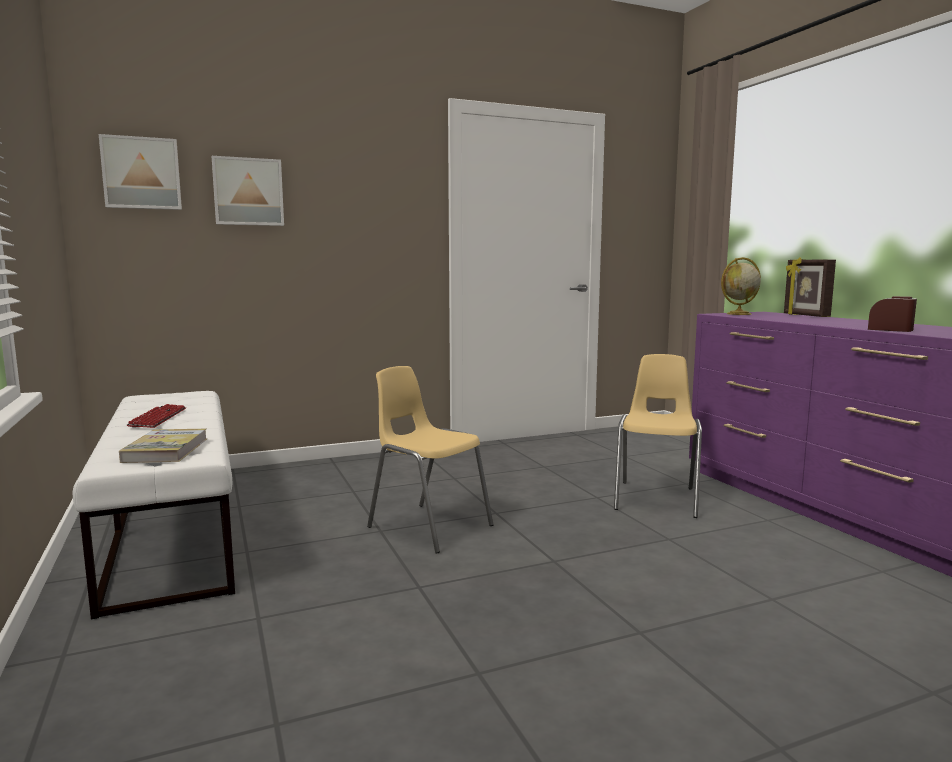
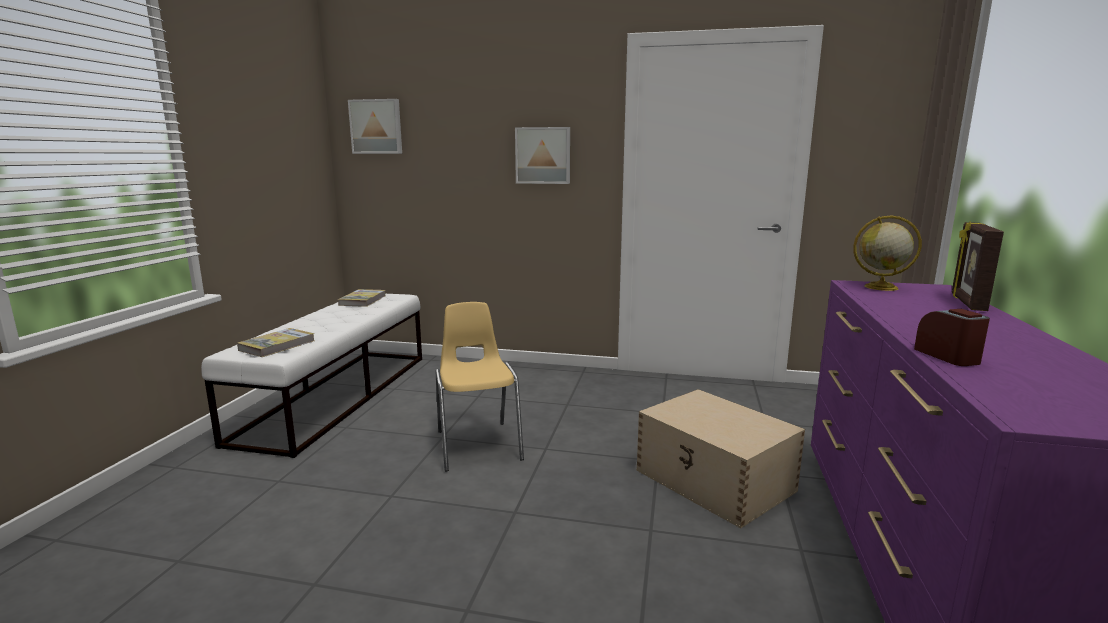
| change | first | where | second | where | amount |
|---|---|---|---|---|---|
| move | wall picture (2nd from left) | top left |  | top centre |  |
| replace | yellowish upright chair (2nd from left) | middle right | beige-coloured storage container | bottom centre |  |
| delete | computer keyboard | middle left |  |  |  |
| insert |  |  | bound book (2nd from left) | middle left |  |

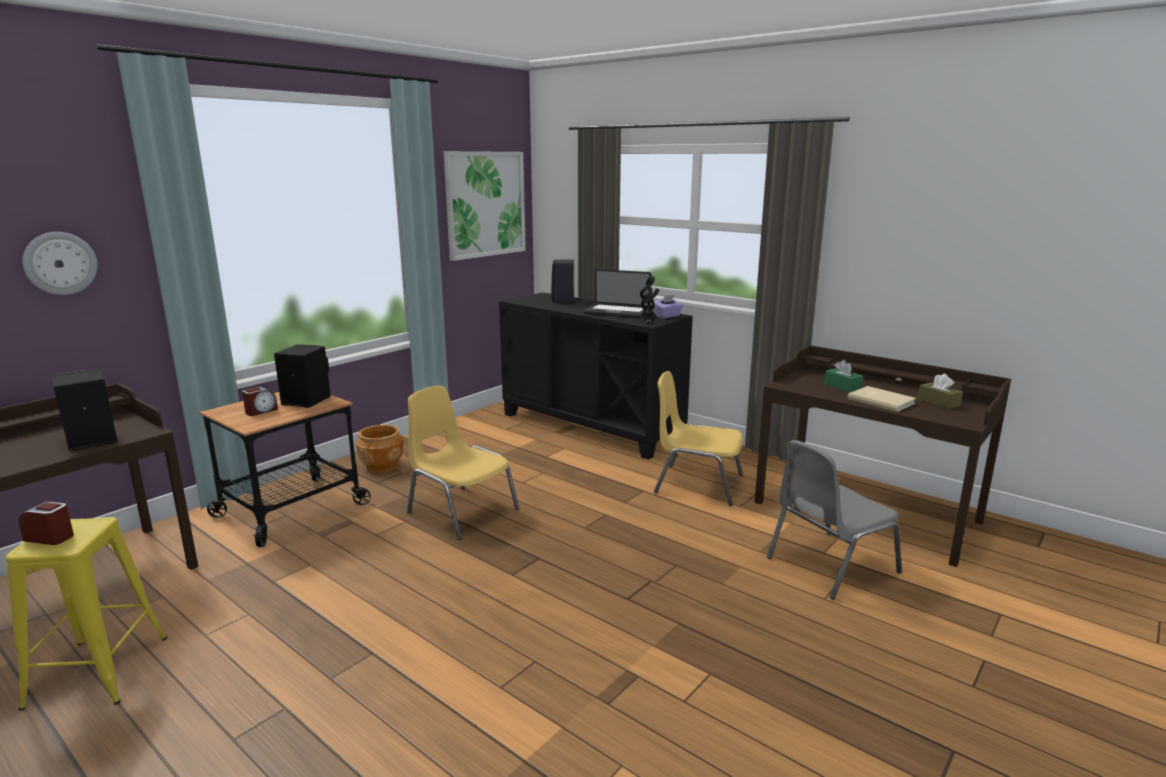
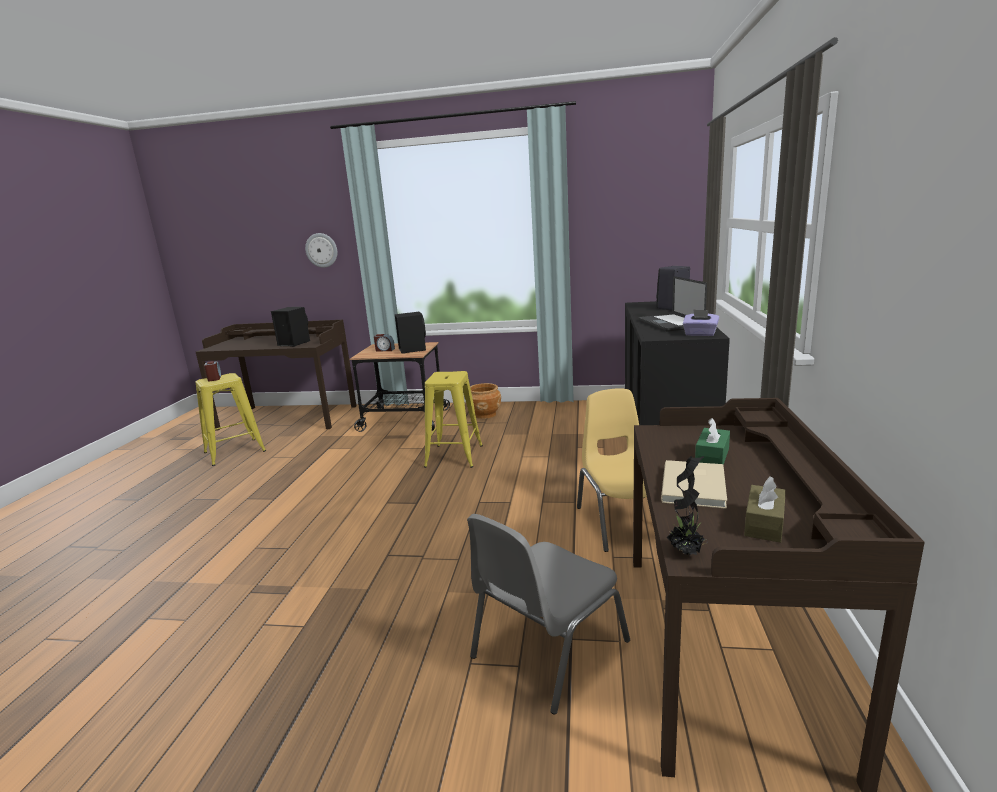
| change | first | where | second | where | amount |
|---|---|---|---|---|---|
| delete | wall picture | top centre |  |  |  |
| move | plant in a pot | centre |  | middle right |  |
| replace | yellowish upright chair (1st from left) | centre | yellowish sitting stool (2nd from left) | centre |  |
| rotate | gray upright chair | bottom right |  | bottom centre | 75 degrees counterclockwise |

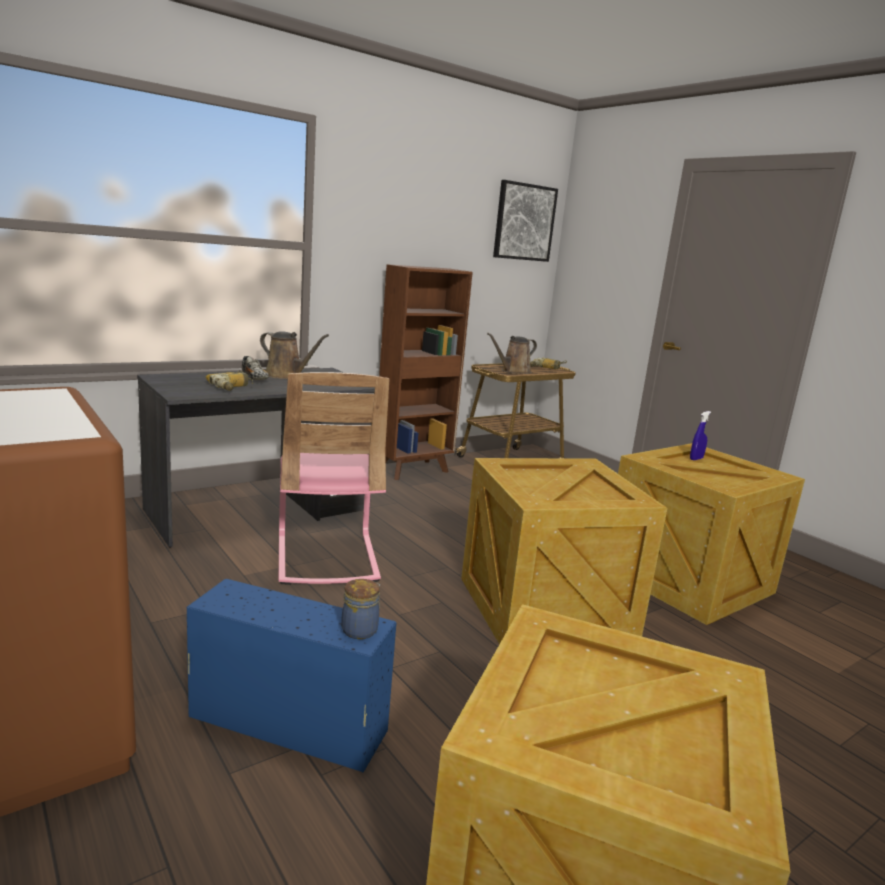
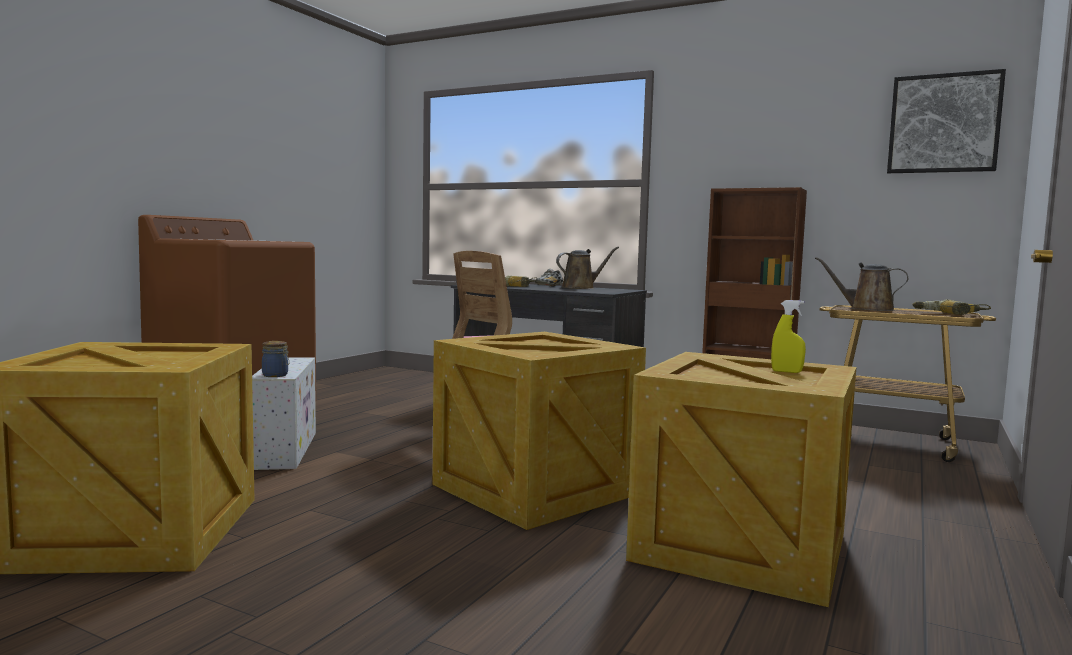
| change | first | where | second | where | amount |
|---|---|---|---|---|---|
| rotate | brownish sprinkling can (1st from left) | middle left |  | centre | 120 degrees counterclockwise |
| recolor | blue sprayer | middle right | yellowish sprayer | middle right |  |
| recolor | blue storage container | bottom left | white storage container | middle left |  |

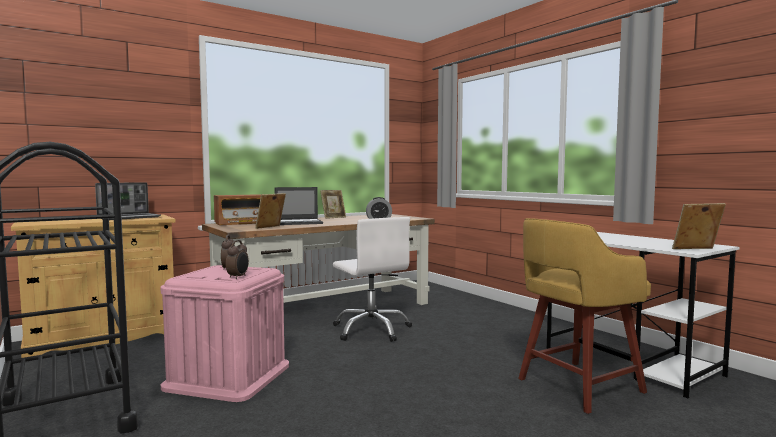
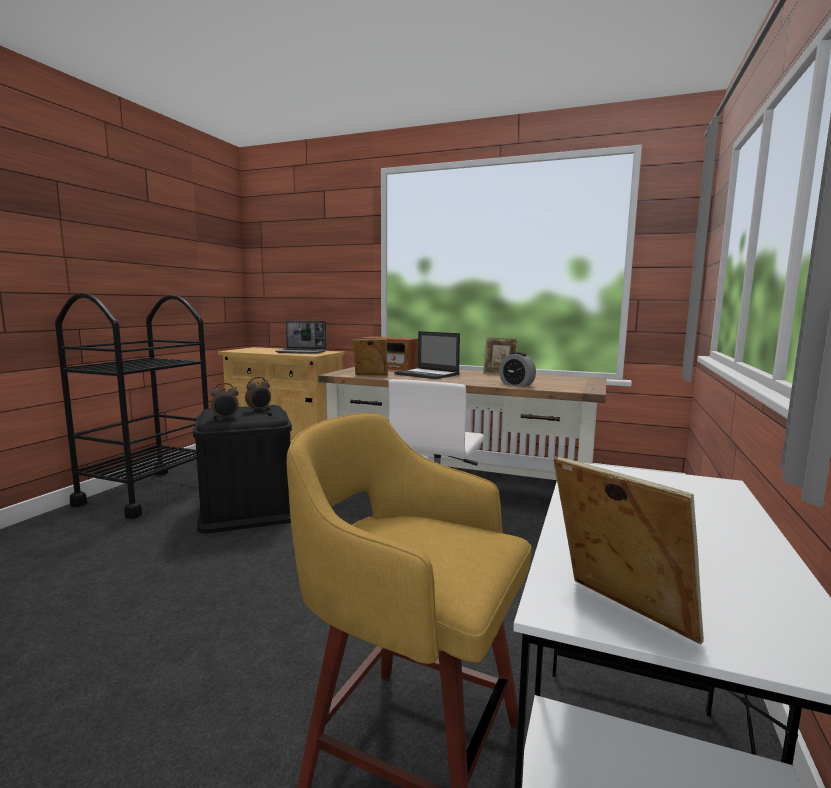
| change | first | where | second | where | amount |
|---|---|---|---|---|---|
| recolor | pink storage container | bottom left | black storage container | middle left |  |

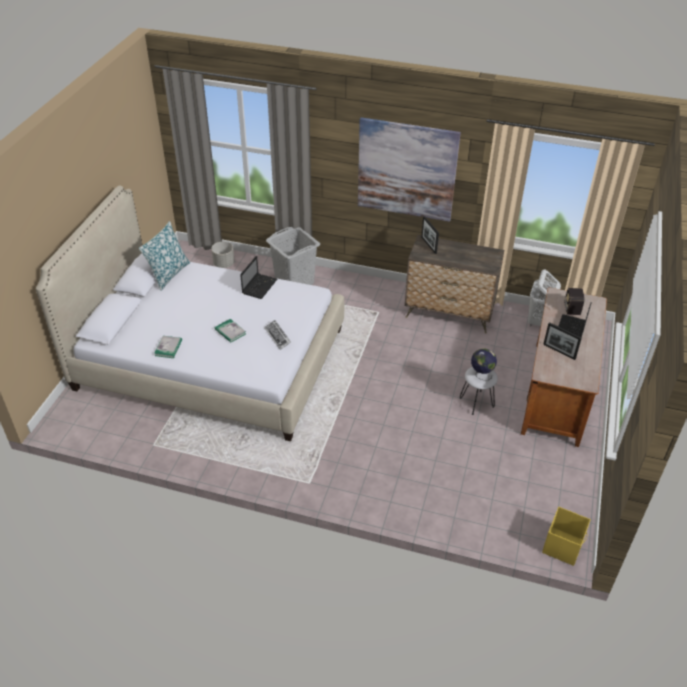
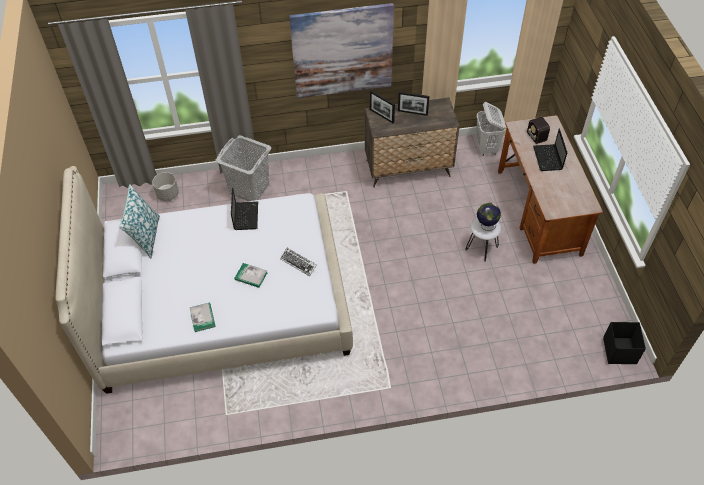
| change | first | where | second | where | amount |
|---|---|---|---|---|---|
| move | standing frame (2nd from left) | middle right |  | top centre |  |
| recolor | yellowish storage container | bottom right | black storage container | bottom right |  |

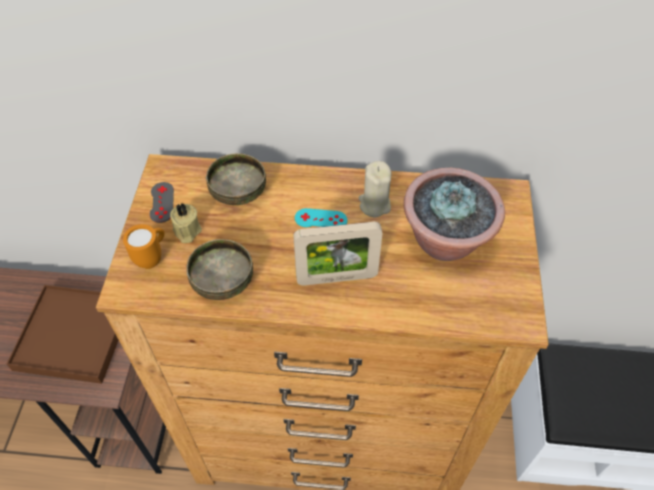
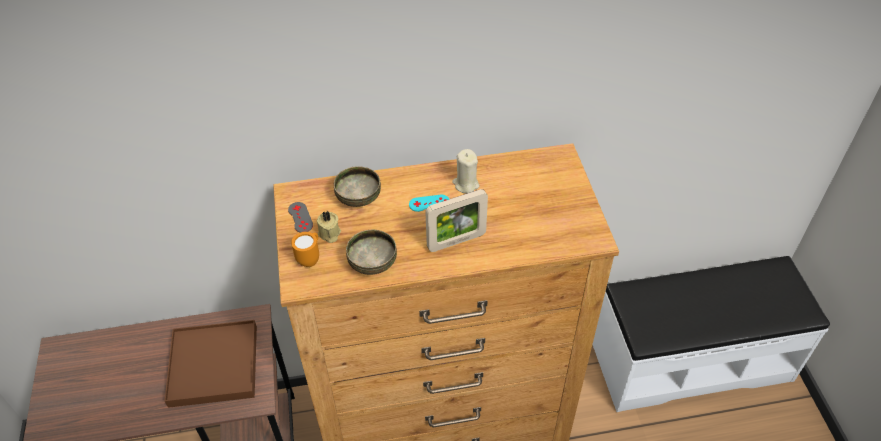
| change | first | where | second | where | amount |
|---|---|---|---|---|---|
| delete | plant in a pot | middle right |  |  |  |

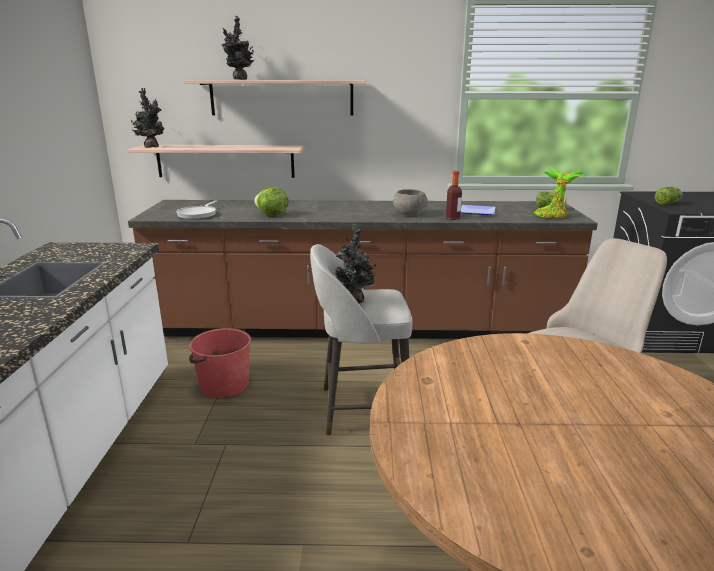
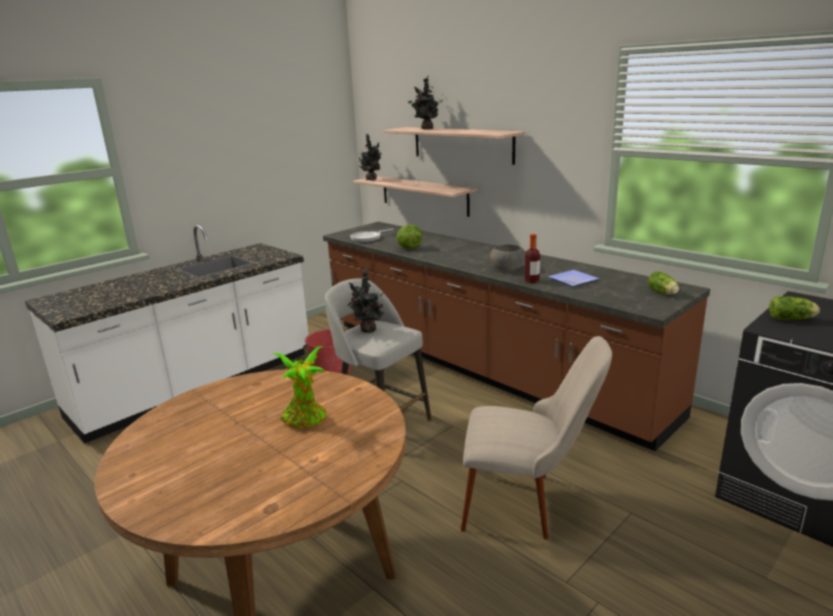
| change | first | where | second | where | amount |
|---|---|---|---|---|---|
| move | plant in a pot (4th from left in the first image) | middle right | plant in a pot (1st from left) | centre |  |

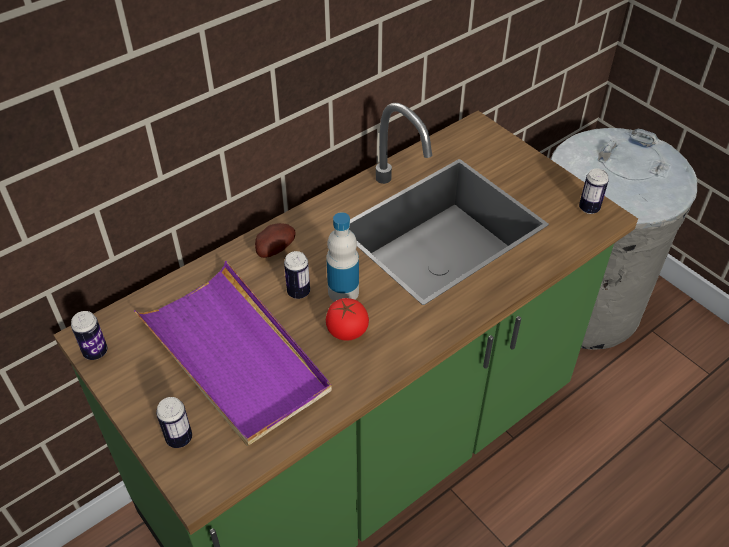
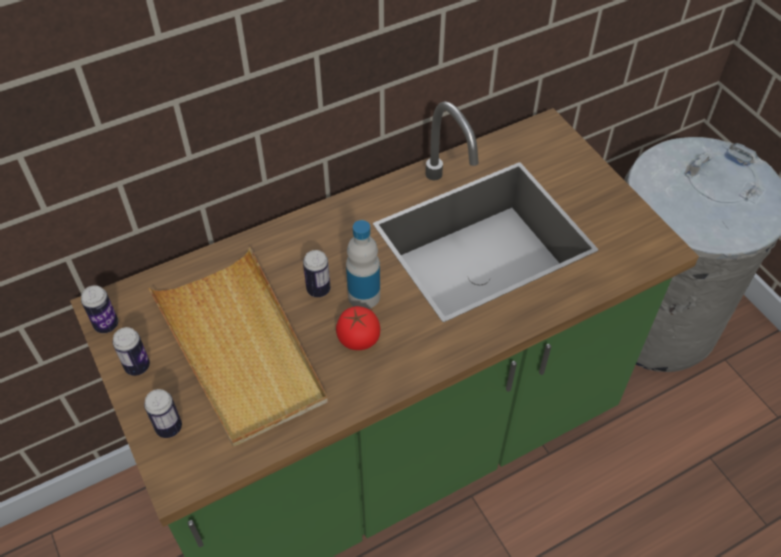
| change | first | where | second | where | amount |
|---|---|---|---|---|---|
| move | sealed can (4th from left in the first image) | middle right | sealed can (2nd from left) | middle left |  |
| delete | spud | centre |  |  |  |
| recolor | purplish carrying tray | middle left | beige-coloured carrying tray | middle left |  |

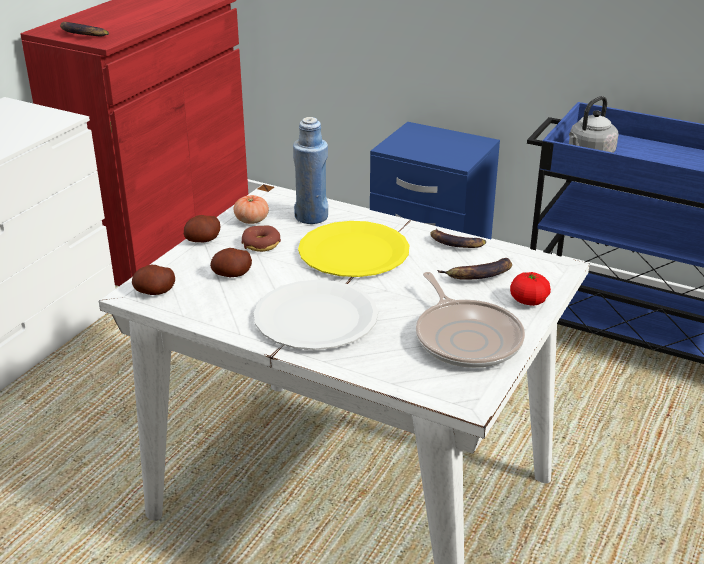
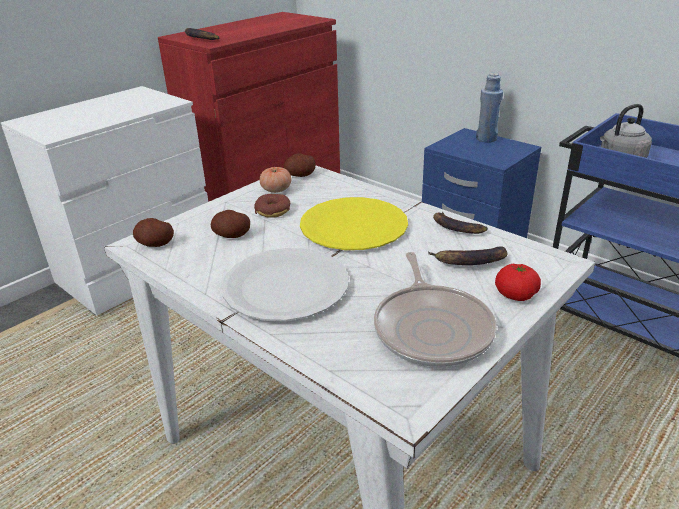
| change | first | where | second | where | amount |
|---|---|---|---|---|---|
| move | blue beverage bottle | top centre |  | top right |  |
| move | spud (2nd from left in the first image) | middle left | spud (3rd from left) | top centre |  |

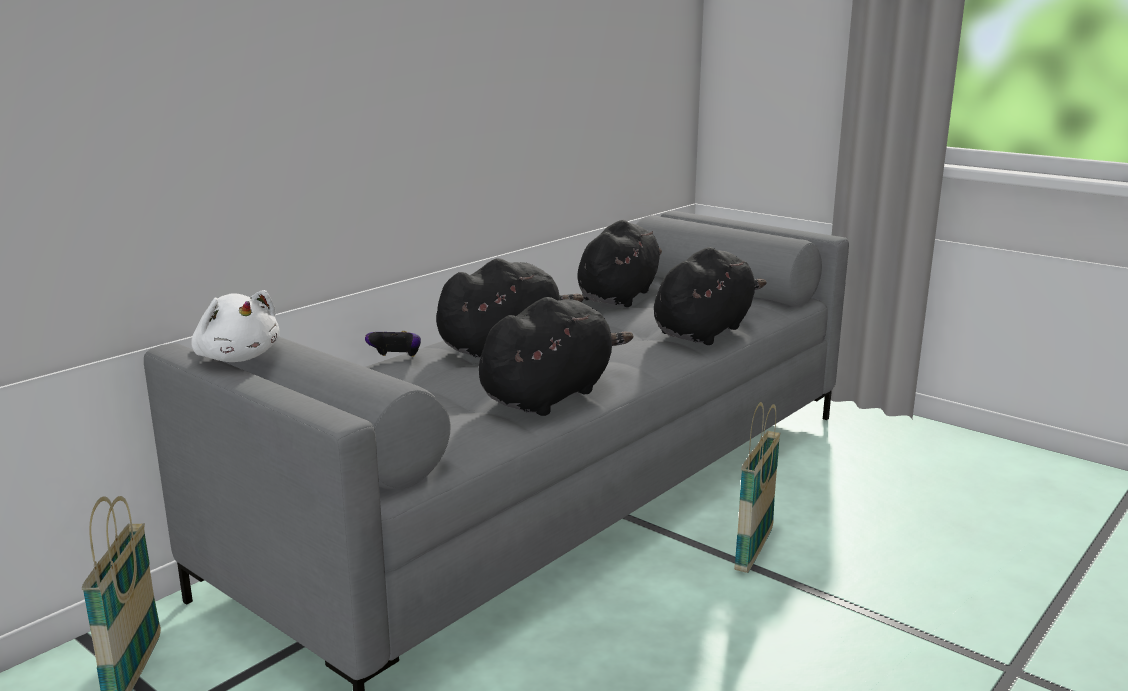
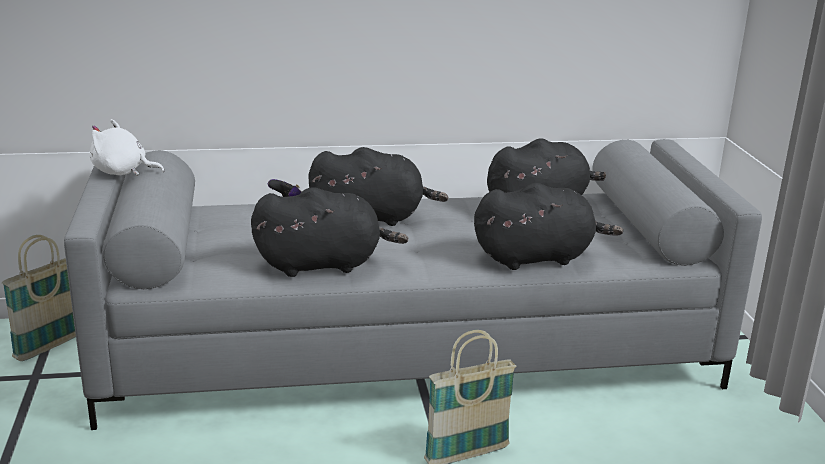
| change | first | where | second | where | amount |
|---|---|---|---|---|---|
| rotate | white soft toy | middle left |  | top left | 105 degrees clockwise |

